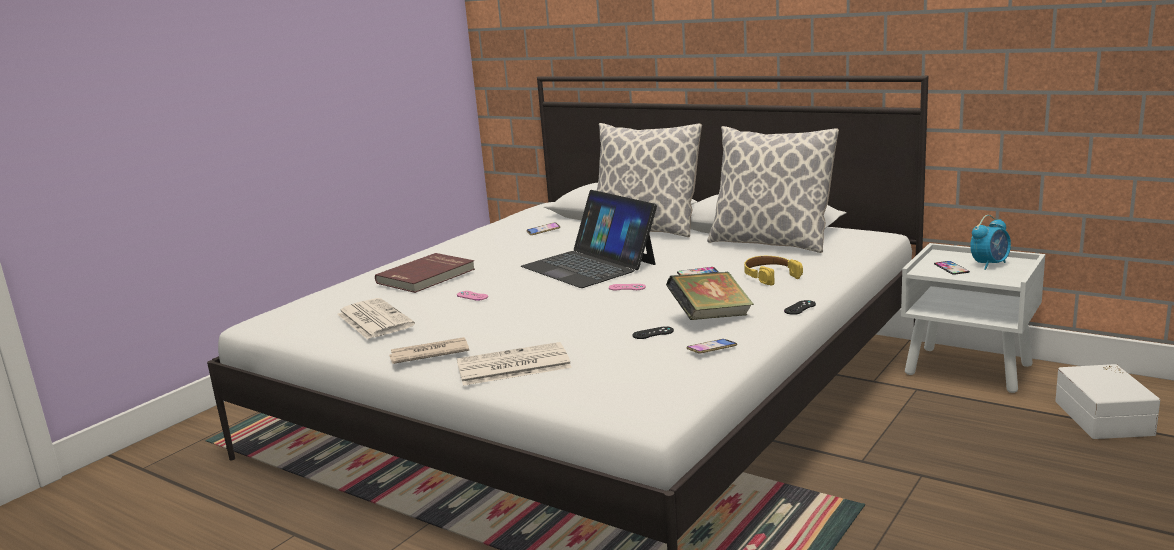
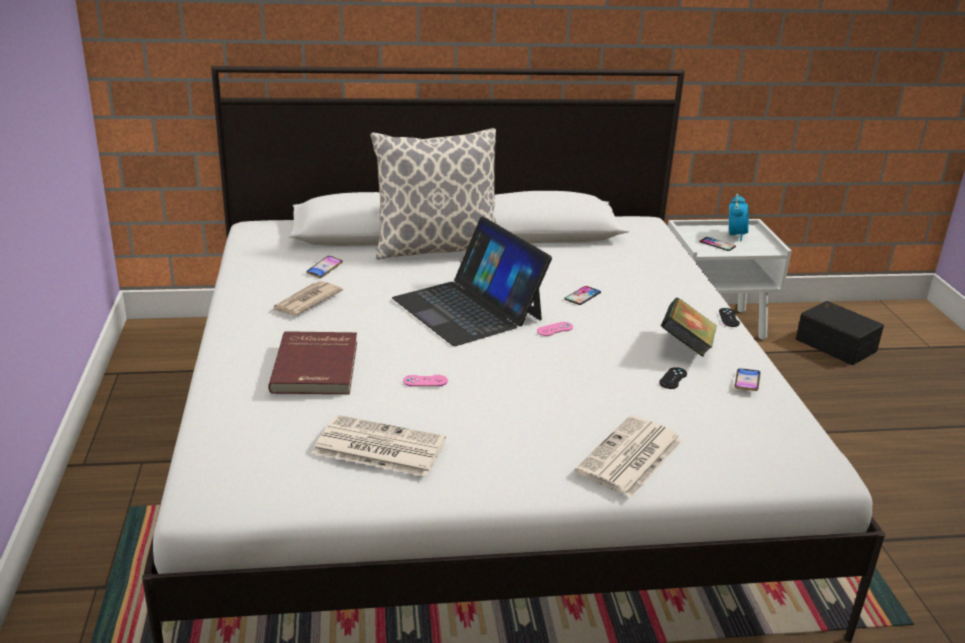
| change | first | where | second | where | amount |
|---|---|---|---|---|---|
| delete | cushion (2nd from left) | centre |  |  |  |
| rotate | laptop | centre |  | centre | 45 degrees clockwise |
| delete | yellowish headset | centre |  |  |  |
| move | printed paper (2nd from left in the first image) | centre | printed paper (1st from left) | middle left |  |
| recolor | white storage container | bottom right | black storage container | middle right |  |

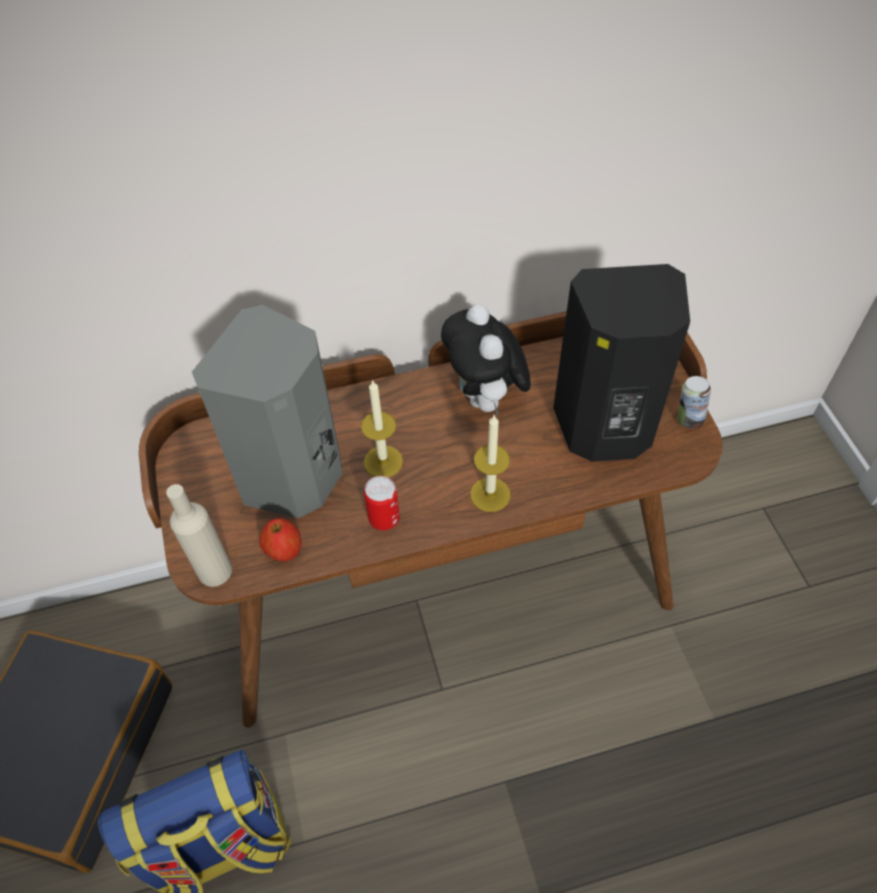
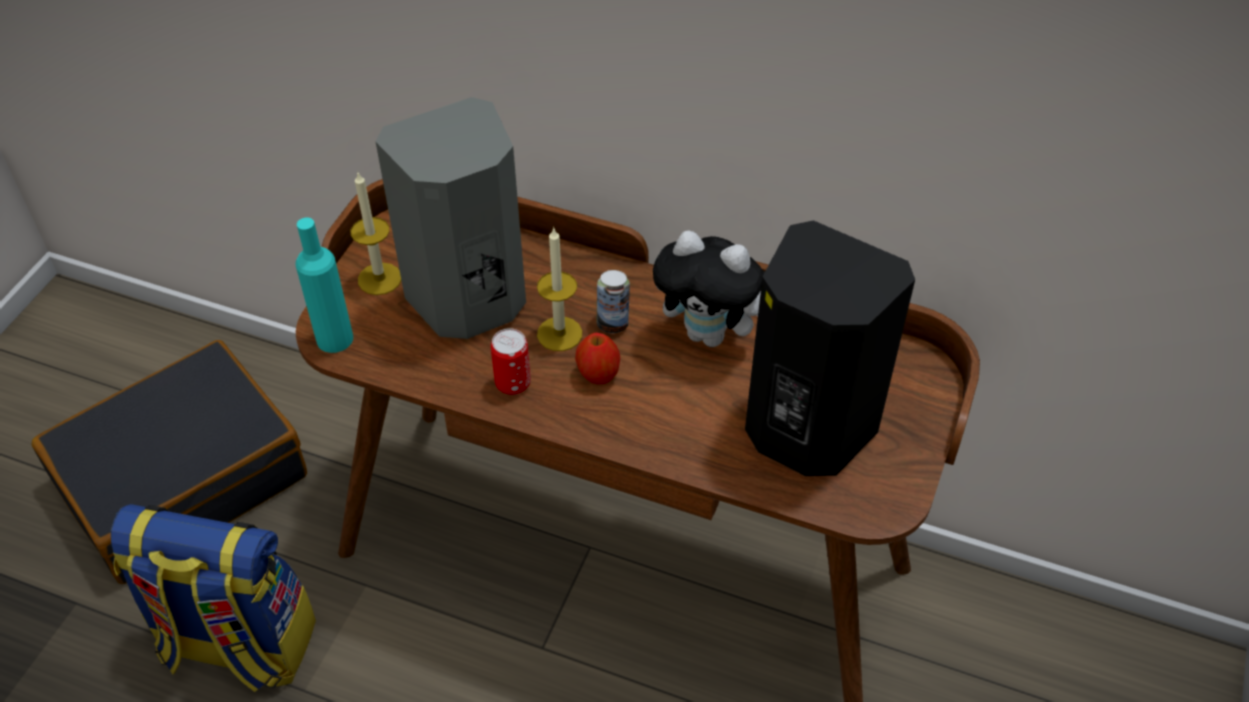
| change | first | where | second | where | amount |
|---|---|---|---|---|---|
| rotate | soft toy | centre |  | centre | 90 degrees counterclockwise |
| move | sealed can (2nd from left) | middle right |  | centre |  |
| move | wax candle (2nd from left in the first image) | centre | wax candle (1st from left) | top left |  |
| recolor | beige-coloured beverage bottle | middle left | turquoise-coloured beverage bottle | middle left |  |
| move | apple fruit | middle left |  | centre |  |

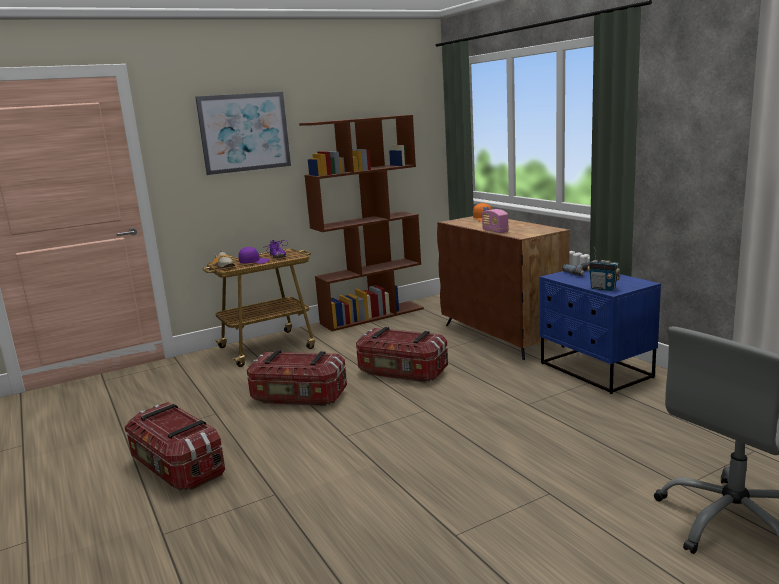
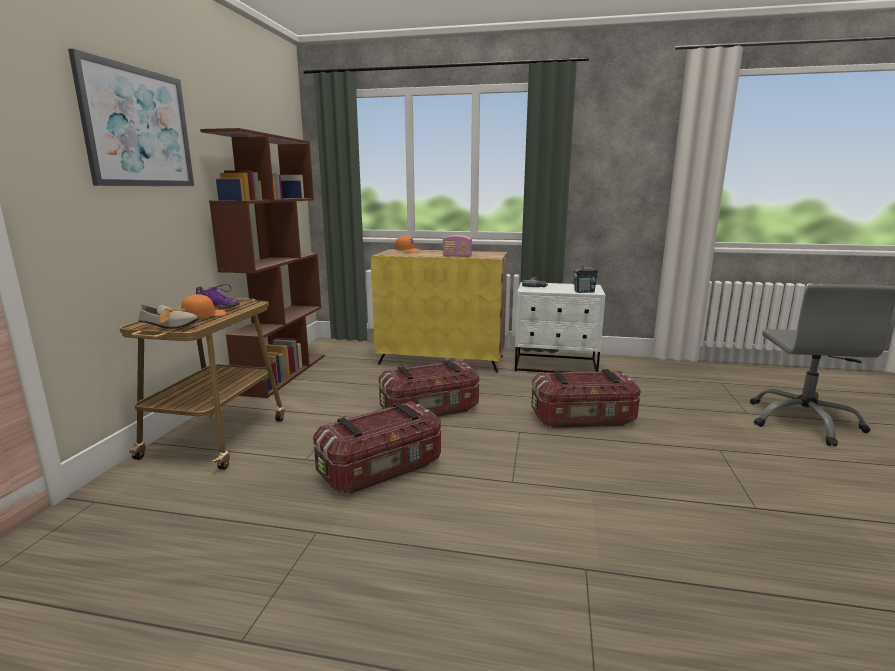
| change | first | where | second | where | amount |
|---|---|---|---|---|---|
| recolor | brownish cabinet | centre | yellowish cabinet | centre |  |
| recolor | purplish cap | middle left | orangey cap (1st from left) | middle left |  |
| recolor | blue night table | middle right | white night table | centre |  |
| move | storage container (1st from left in the first image) | bottom left | storage container (3rd from left) | centre |  |

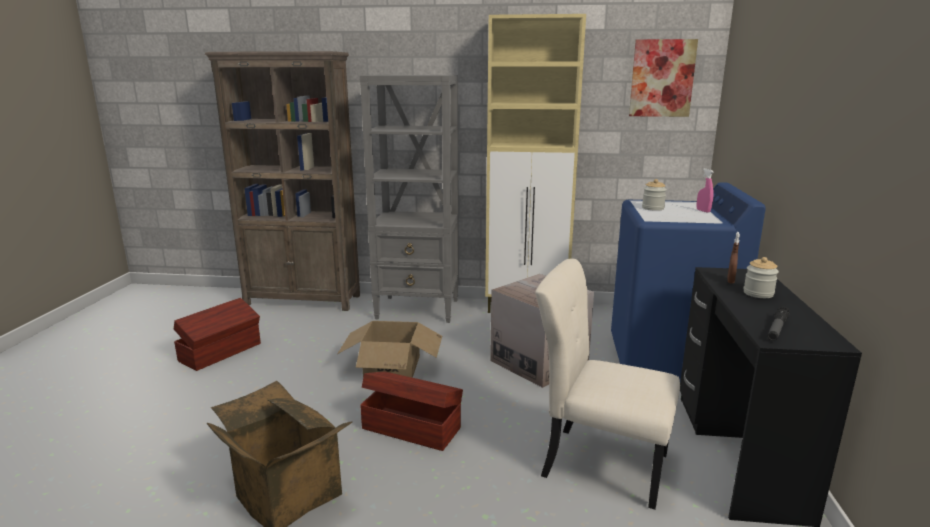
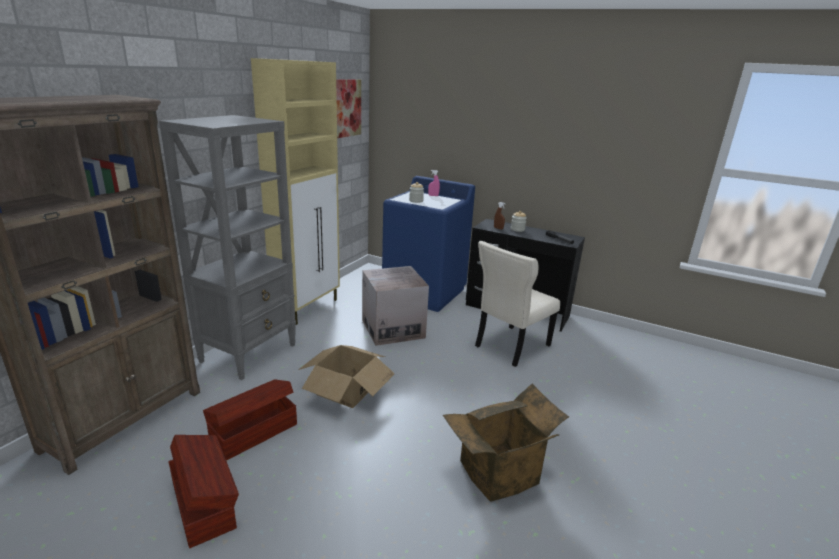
| change | first | where | second | where | amount |
|---|---|---|---|---|---|
| move | brownish storage container (2nd from left) | bottom centre |  | bottom left |  |

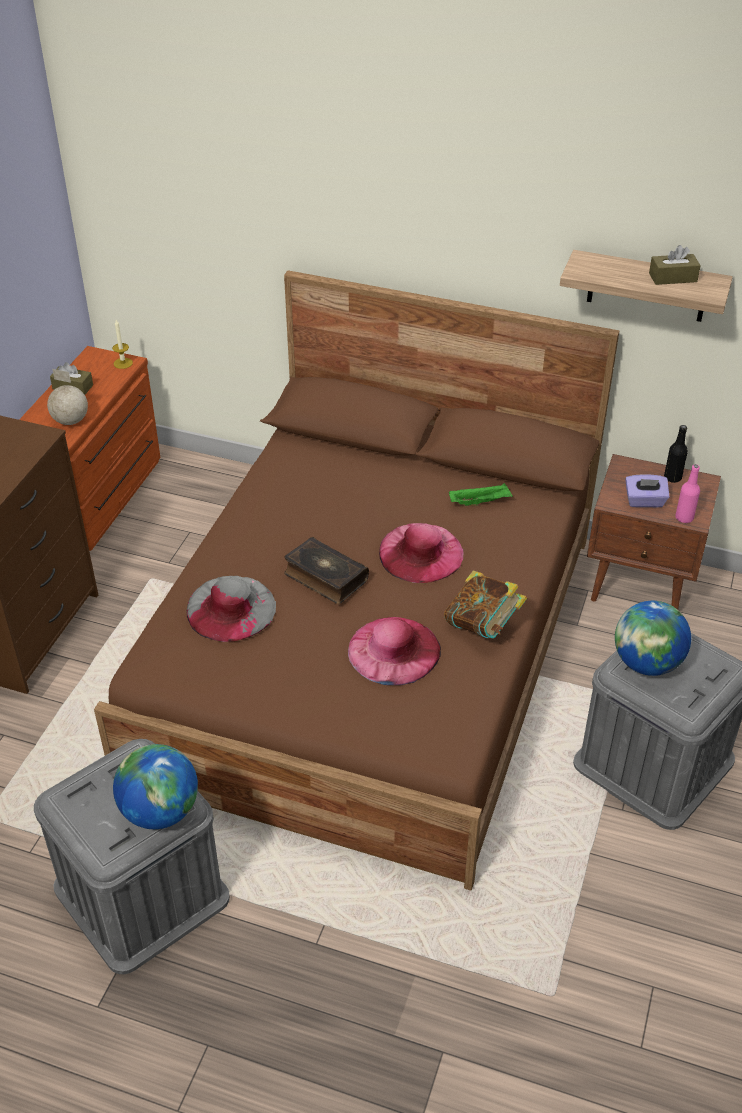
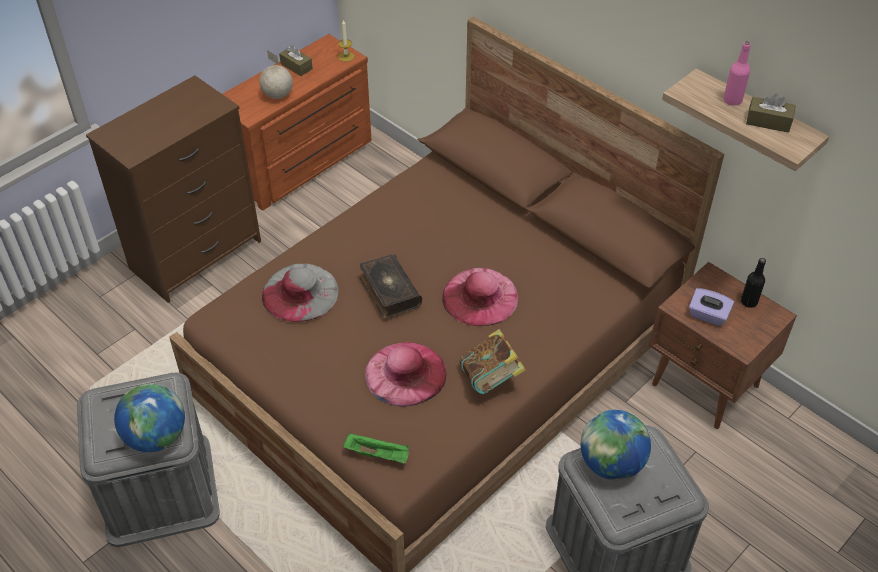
| change | first | where | second | where | amount |
|---|---|---|---|---|---|
| move | pink beverage bottle | middle right |  | top right |  |
| move | green-coloured carrying tray | centre |  | bottom centre |  |

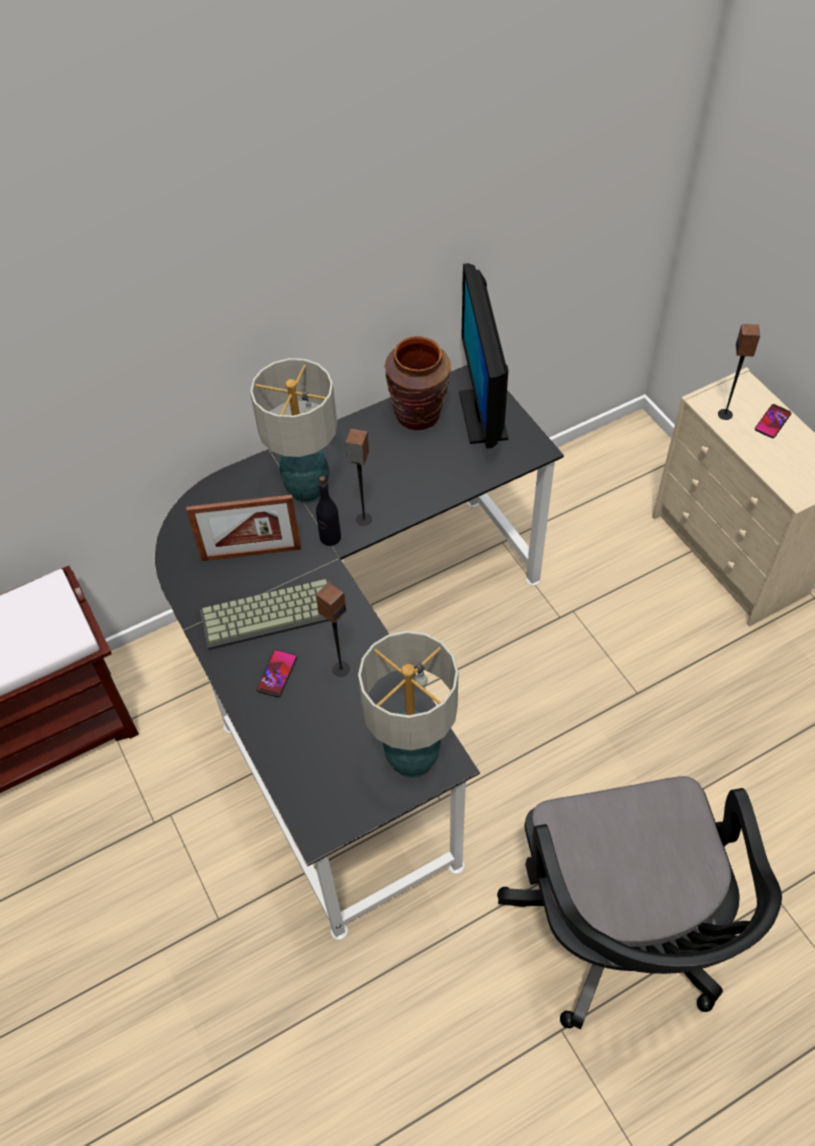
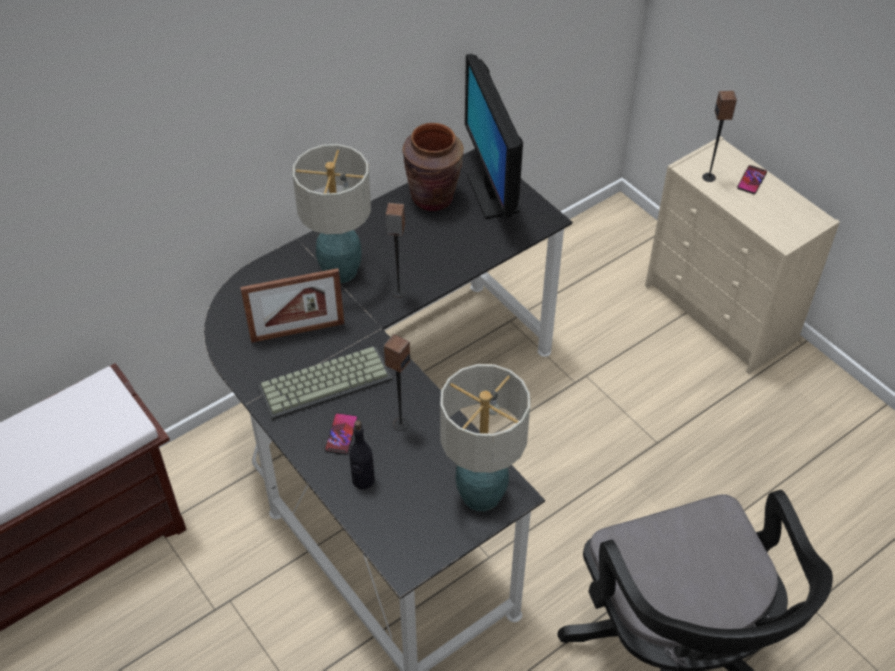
| change | first | where | second | where | amount |
|---|---|---|---|---|---|
| move | black beverage bottle | centre |  | bottom centre |  |

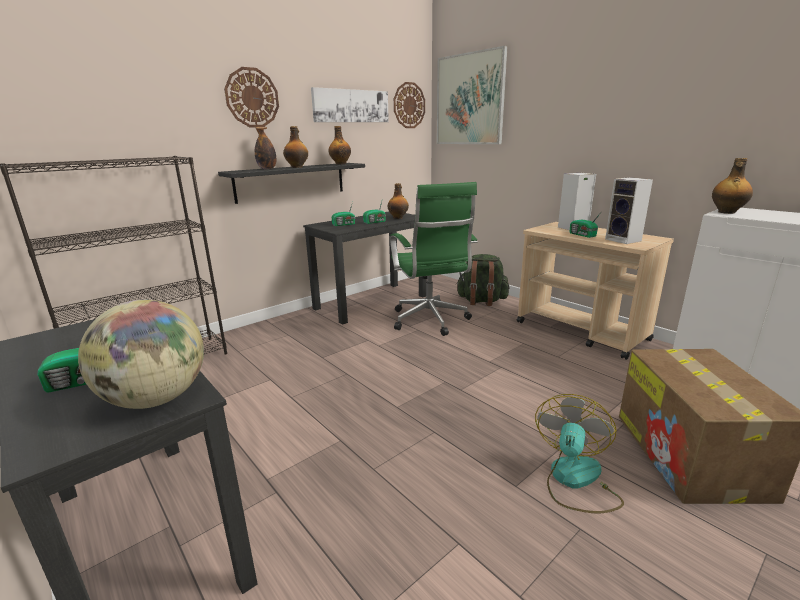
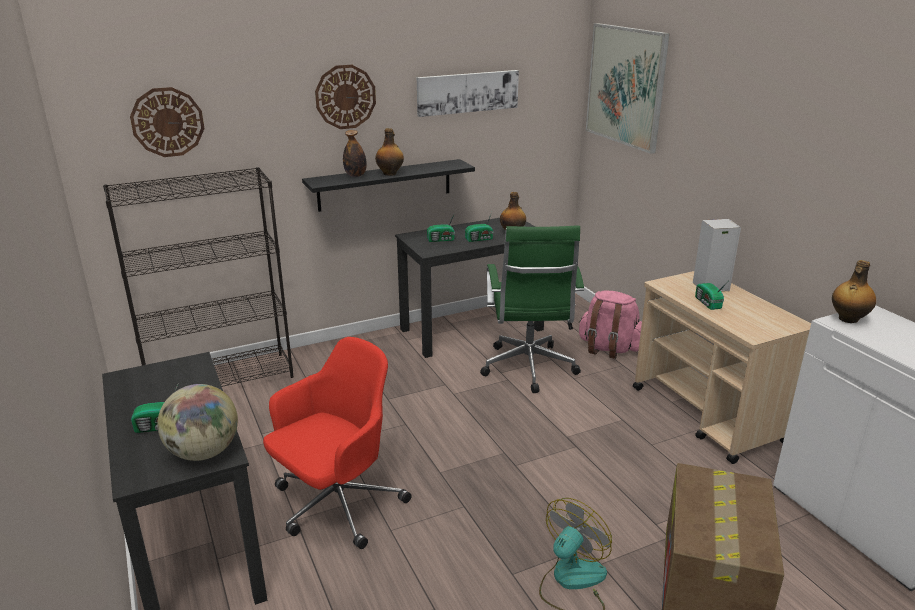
| change | first | where | second | where | amount |
|---|---|---|---|---|---|
| move | hanging clock (2nd from left in the first image) | top centre | hanging clock (1st from left) | top left |  |
| delete | beverage bottle (3rd from left) | top centre |  |  |  |
| delete | speaker (2nd from left) | middle right |  |  |  |
| recolor | green-coloured rucksack | centre | pink rucksack | middle right |  |
| insert |  |  | reddish desk chair | bottom centre |  |

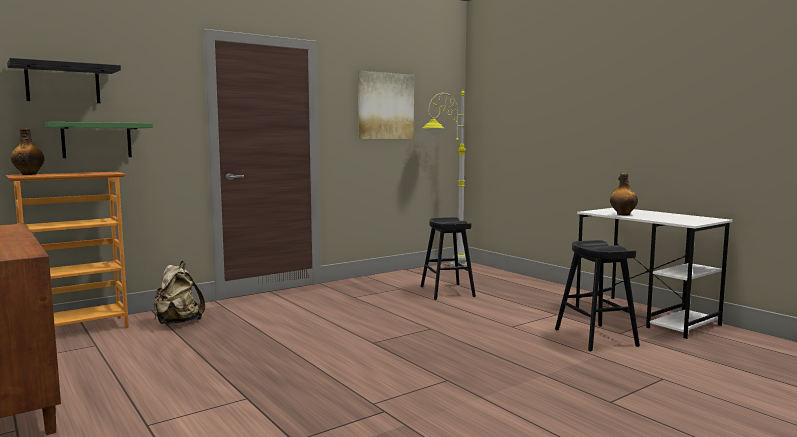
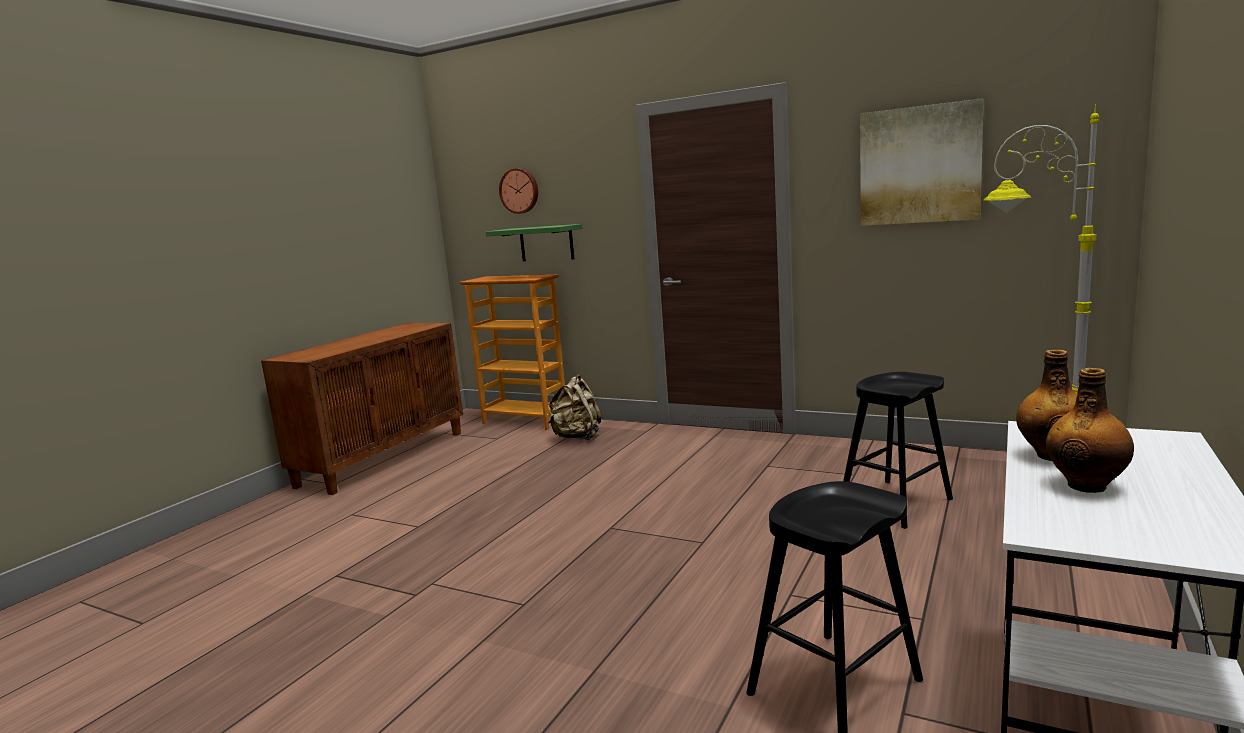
| change | first | where | second | where | amount |
|---|---|---|---|---|---|
| replace | black shelf | top left | hanging clock | top centre |  |
| move | beverage bottle (1st from left in the first image) | middle left | beverage bottle (2nd from left) | middle right |  |

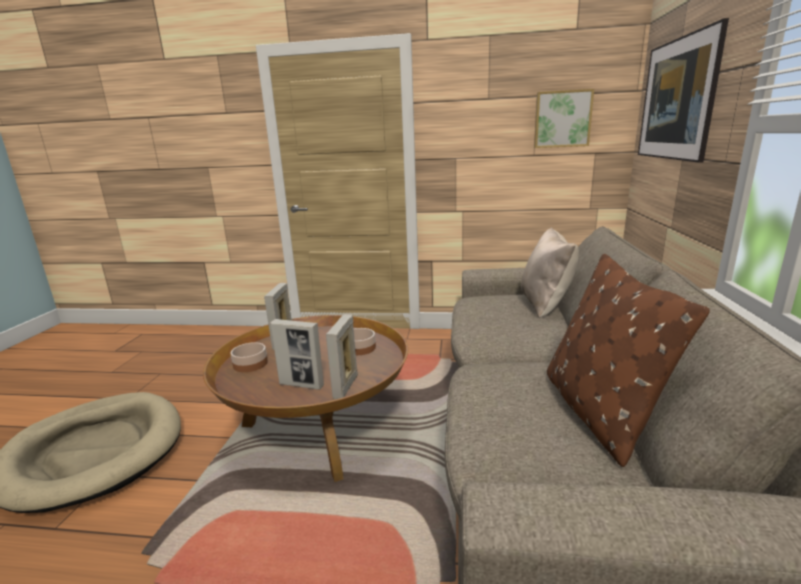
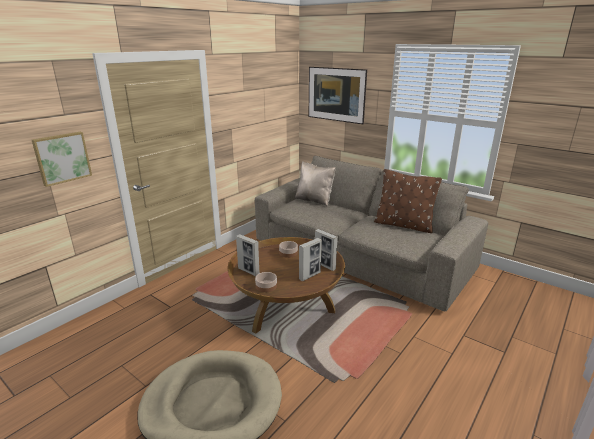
| change | first | where | second | where | amount |
|---|---|---|---|---|---|
| move | wall picture (1st from left) | top right |  | middle left |  |

